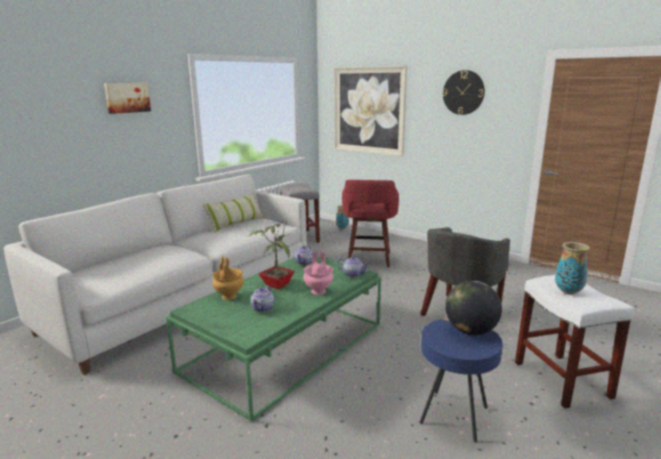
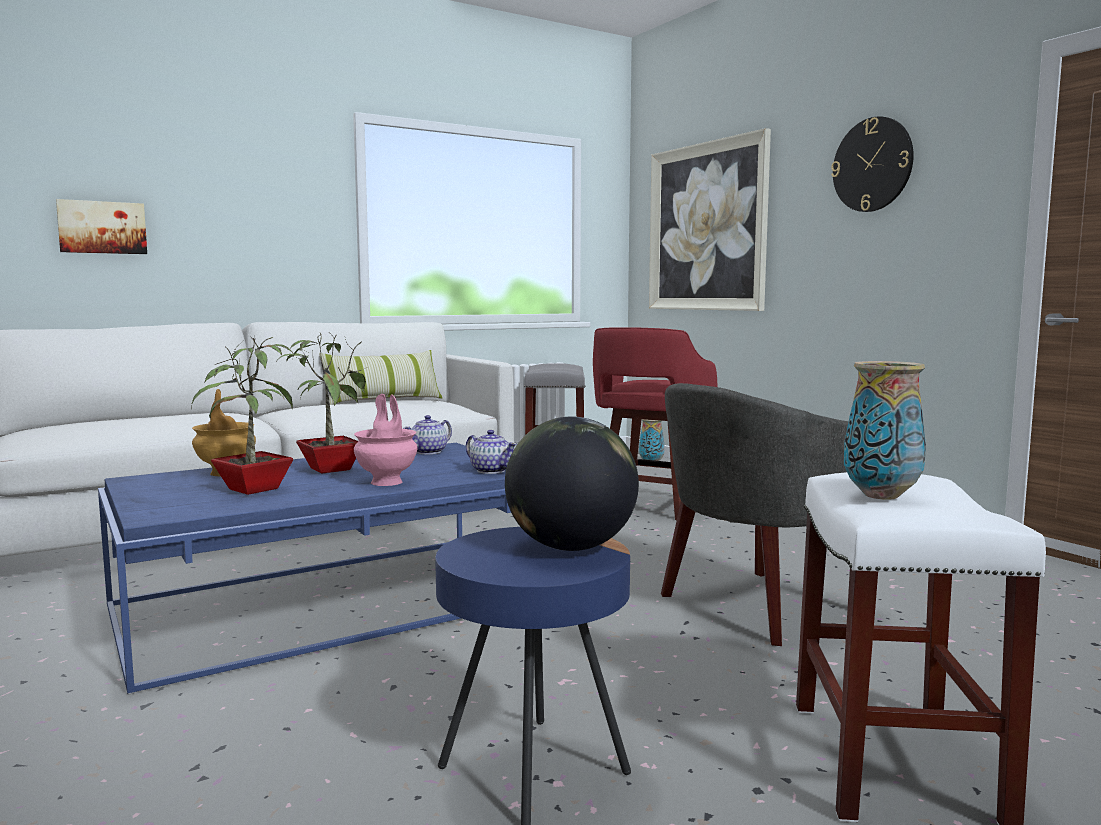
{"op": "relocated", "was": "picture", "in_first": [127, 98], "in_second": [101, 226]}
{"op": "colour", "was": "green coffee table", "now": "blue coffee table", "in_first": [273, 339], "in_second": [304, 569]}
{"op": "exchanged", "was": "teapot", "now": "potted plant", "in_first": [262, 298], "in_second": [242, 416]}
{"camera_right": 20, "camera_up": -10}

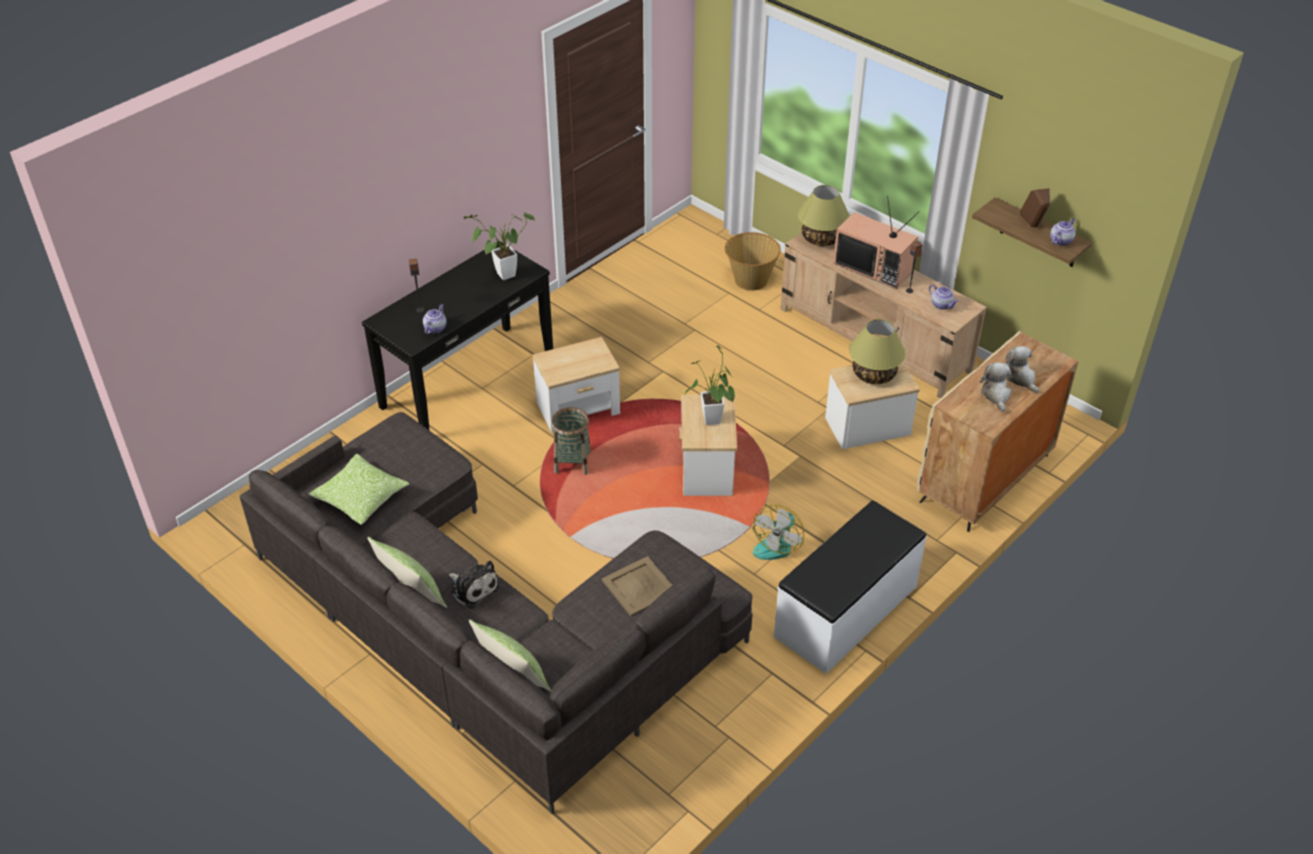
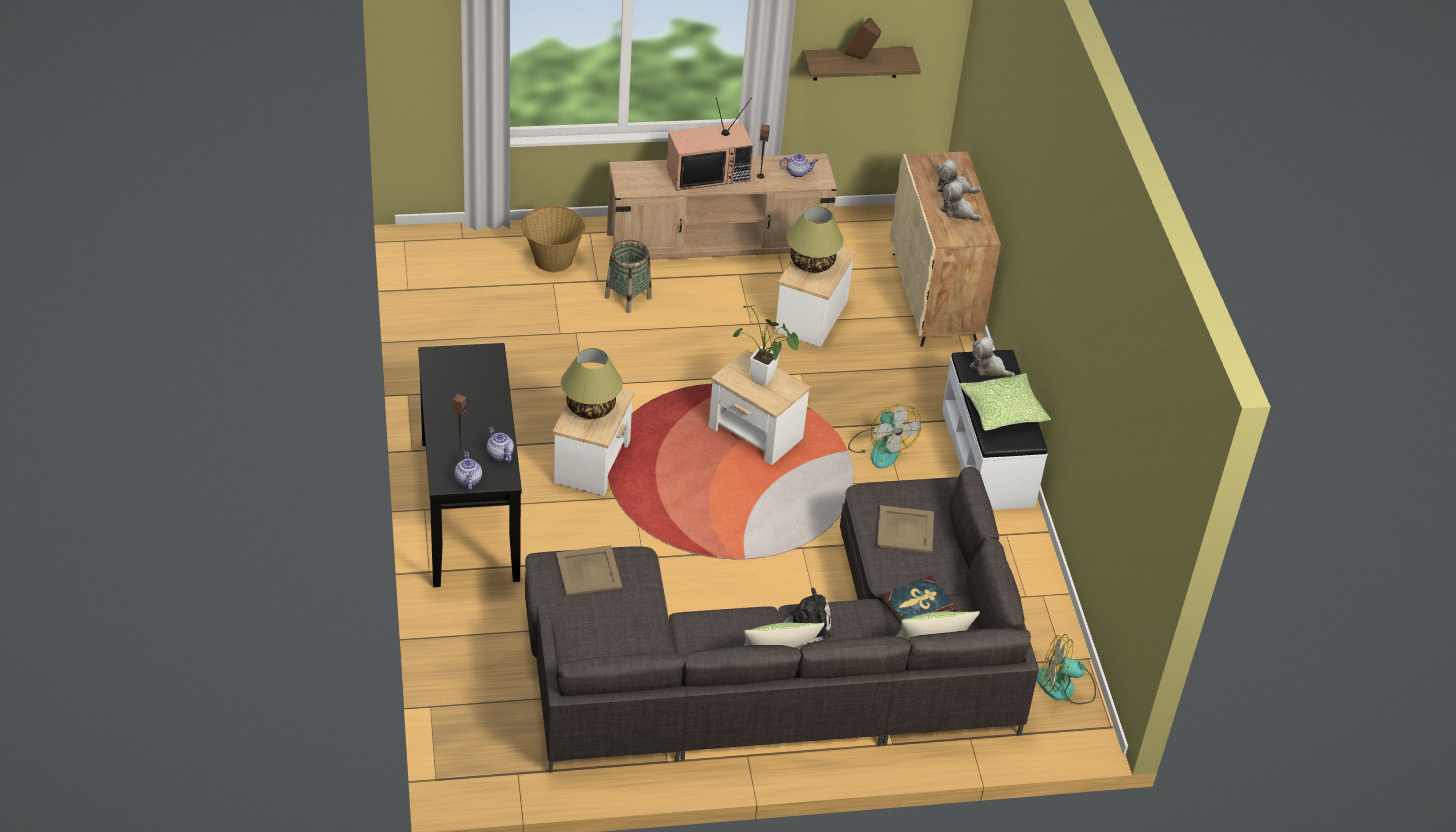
{"op": "relocated", "was": "table lamp", "in_first": [824, 215], "in_second": [592, 383]}
{"op": "missing", "was": "potted plant", "in_first": [499, 246]}
{"op": "relocated", "was": "teapot", "in_first": [1062, 232], "in_second": [468, 470]}
{"op": "relocated", "was": "basket", "in_first": [571, 441], "in_second": [628, 276]}
{"op": "relocated", "was": "pillow", "in_first": [359, 489], "in_second": [1005, 402]}
{"op": "appeared", "now": "plush toy", "in_second": [992, 357]}
{"op": "appeared", "now": "beige tray", "in_second": [589, 570]}
{"op": "appeared", "now": "book", "in_second": [919, 599]}
{"op": "appeared", "now": "fan", "in_second": [1066, 669]}
{"camera_right": -55, "camera_up": 0}

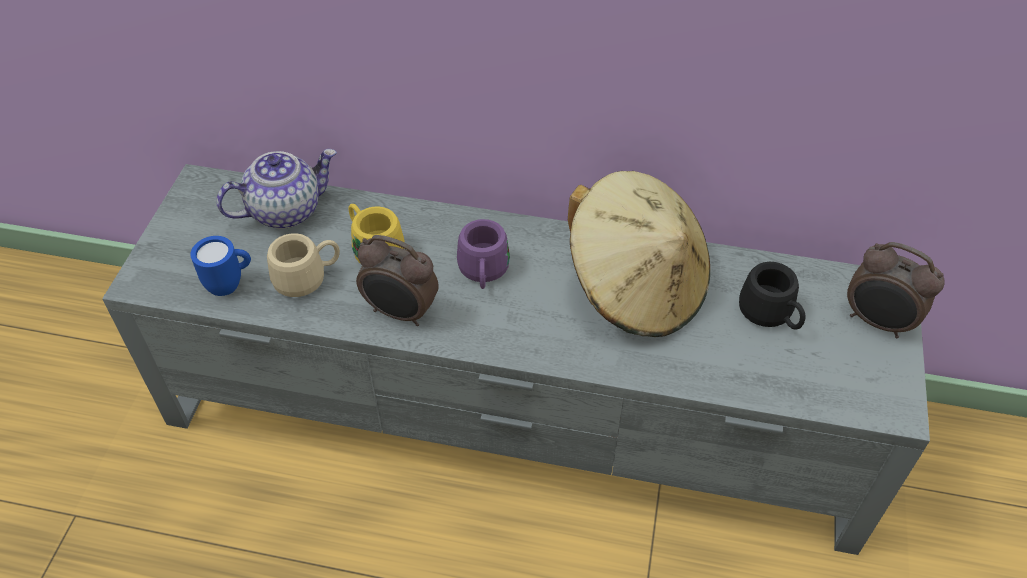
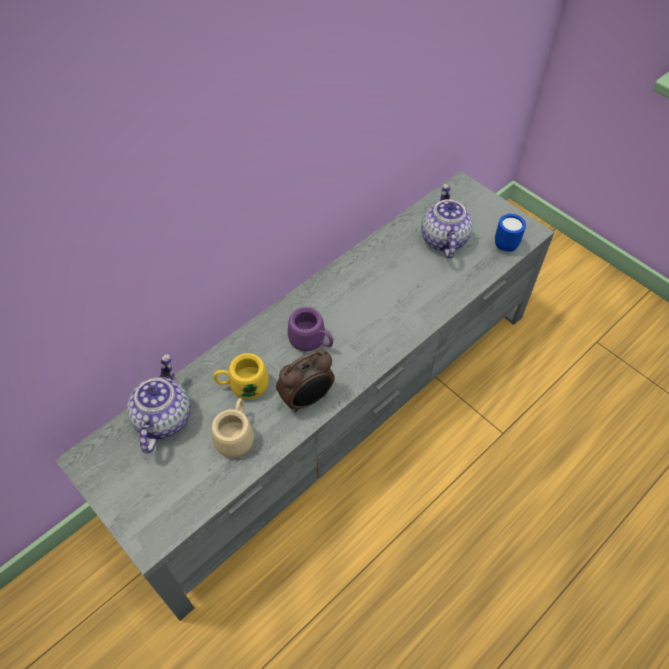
{"op": "missing", "was": "beige hat", "in_first": [639, 254]}
{"op": "relocated", "was": "blue mug", "in_first": [220, 266], "in_second": [510, 233]}
{"op": "missing", "was": "alarm clock", "in_first": [895, 290]}
{"op": "exchanged", "was": "black mug", "now": "teapot", "in_first": [772, 295], "in_second": [447, 221]}
{"camera_right": -55, "camera_up": 5}

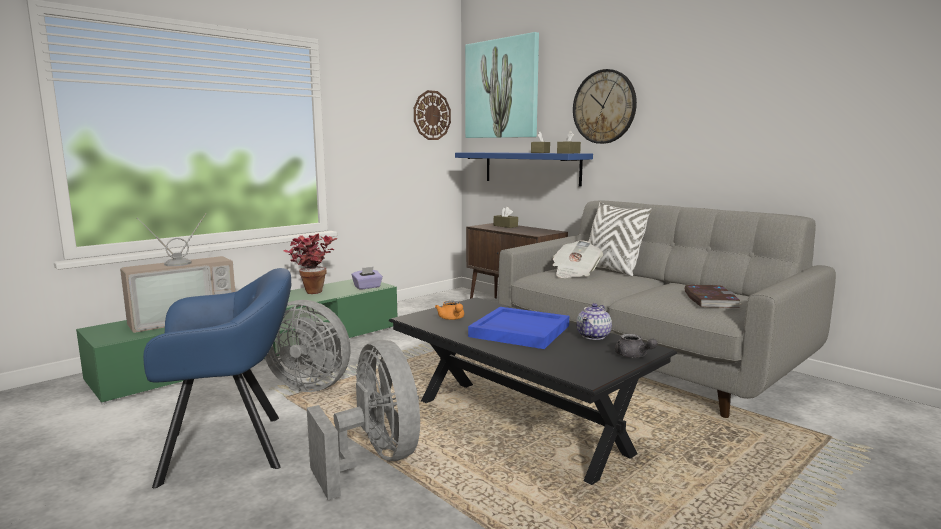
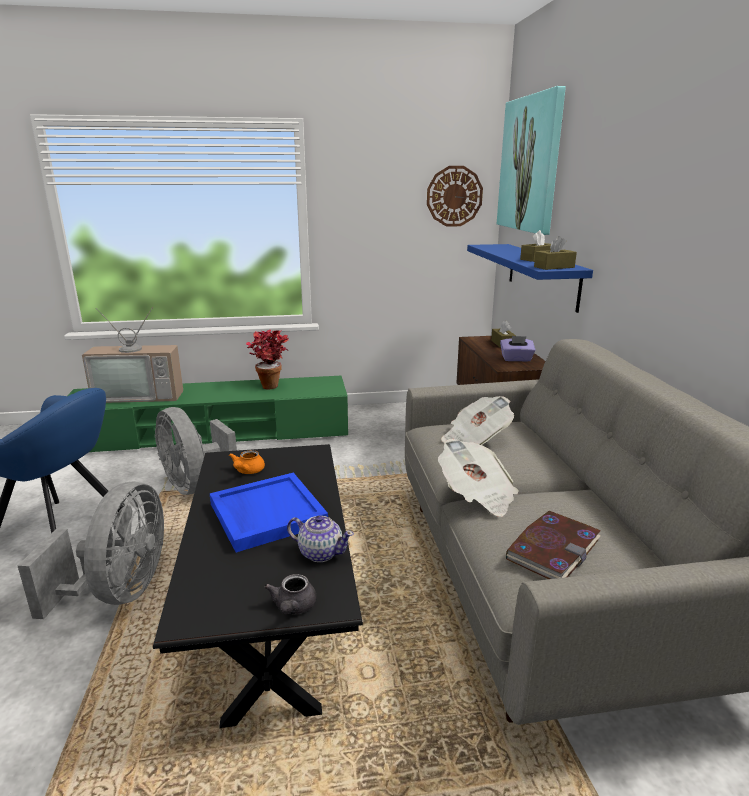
{"op": "missing", "was": "wall clock", "in_first": [605, 106]}
{"op": "missing", "was": "white pillow", "in_first": [620, 239]}
{"op": "relocated", "was": "purple tissue box", "in_first": [367, 278], "in_second": [518, 348]}
{"op": "spun", "was": "teapot", "in_first": [594, 321], "in_second": [320, 538], "clockwise": -135}
{"op": "appeared", "now": "newspaper", "in_second": [478, 478]}
{"camera_right": 35, "camera_up": 10}

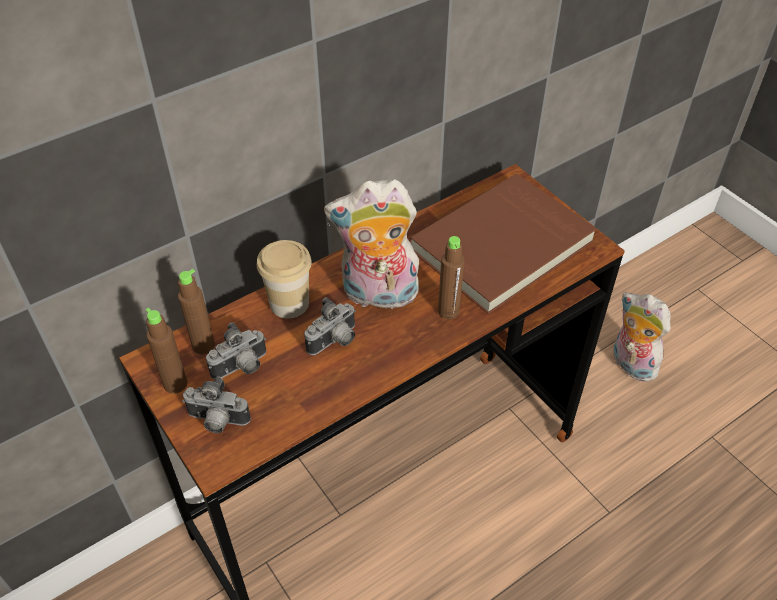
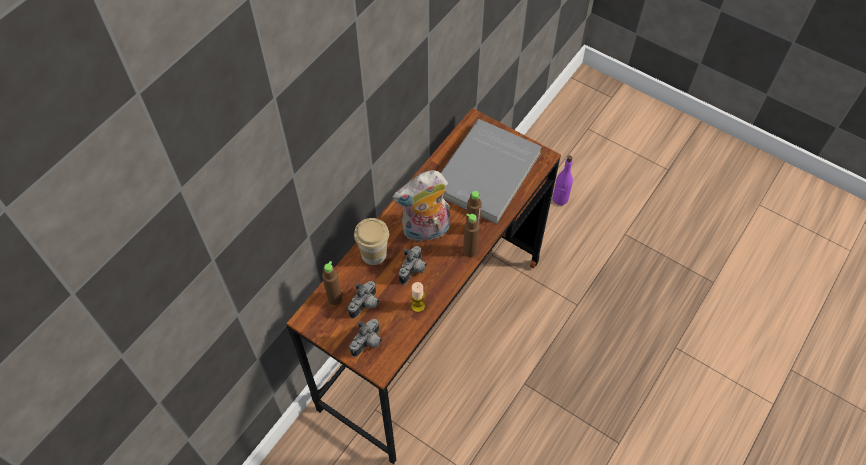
{"op": "colour", "was": "brown book", "now": "grey book", "in_first": [503, 244], "in_second": [491, 171]}
{"op": "exchanged", "was": "plush toy", "now": "purple bottle", "in_first": [642, 337], "in_second": [562, 180]}
{"op": "relocated", "was": "brown bottle", "in_first": [166, 351], "in_second": [471, 235]}
{"op": "spun", "was": "photo camera", "in_first": [216, 404], "in_second": [365, 338], "clockwise": -45}
{"op": "appeared", "now": "candle", "in_second": [417, 297]}
{"camera_right": -20, "camera_up": 10}

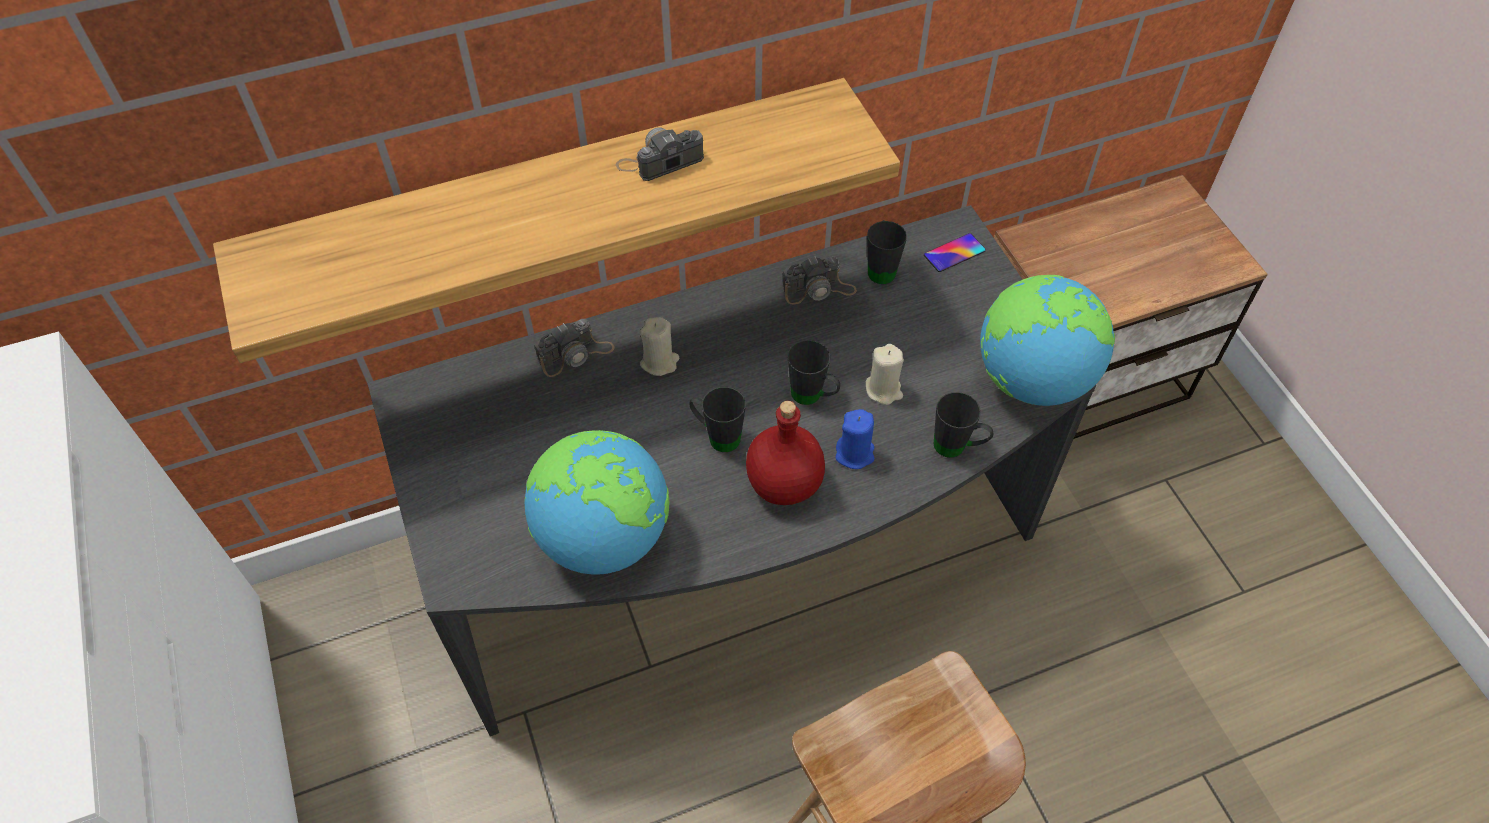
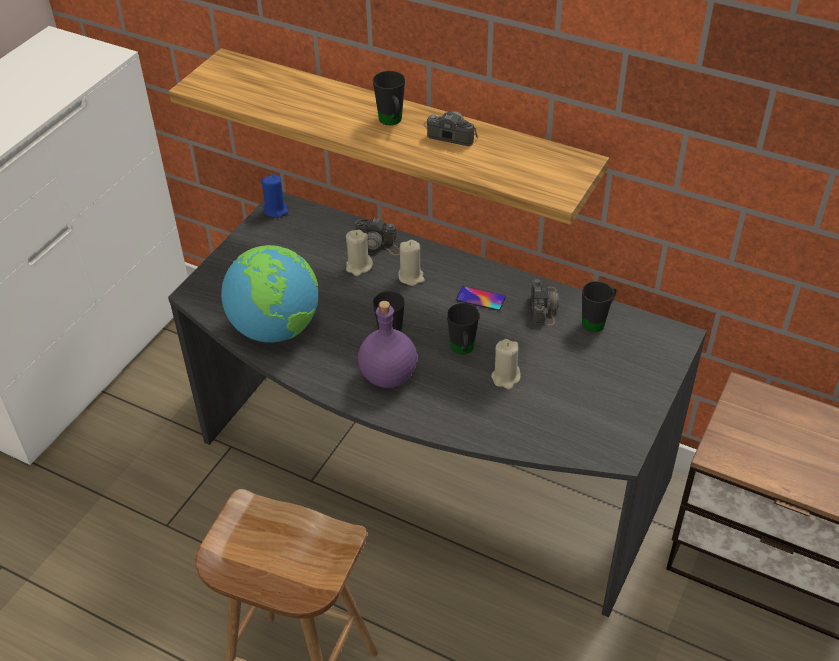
{"op": "relocated", "was": "phone", "in_first": [955, 252], "in_second": [481, 298]}
{"op": "spun", "was": "photo camera", "in_first": [820, 280], "in_second": [545, 302], "clockwise": -120}
{"op": "missing", "was": "globe", "in_first": [1047, 340]}
{"op": "relocated", "was": "black mug", "in_first": [964, 425], "in_second": [389, 98]}
{"op": "colour", "was": "red bottle", "now": "purple bottle", "in_first": [785, 453], "in_second": [387, 344]}
{"op": "relocated", "was": "blue candle", "in_first": [854, 439], "in_second": [275, 196]}
{"op": "appeared", "now": "beige candle", "in_second": [359, 253]}
{"camera_right": 50, "camera_up": -10}

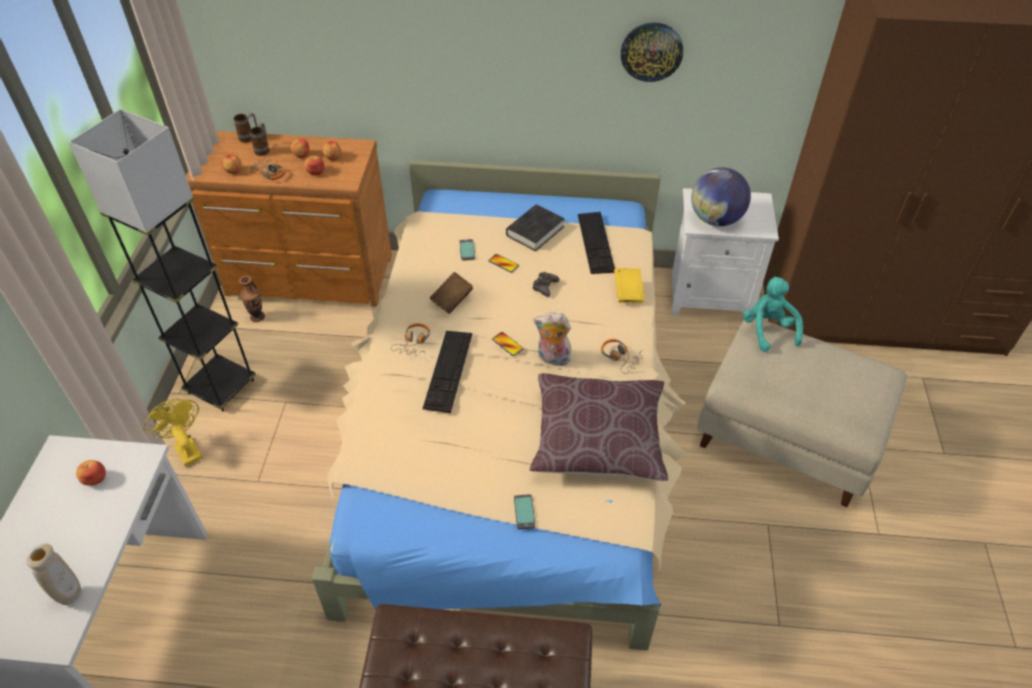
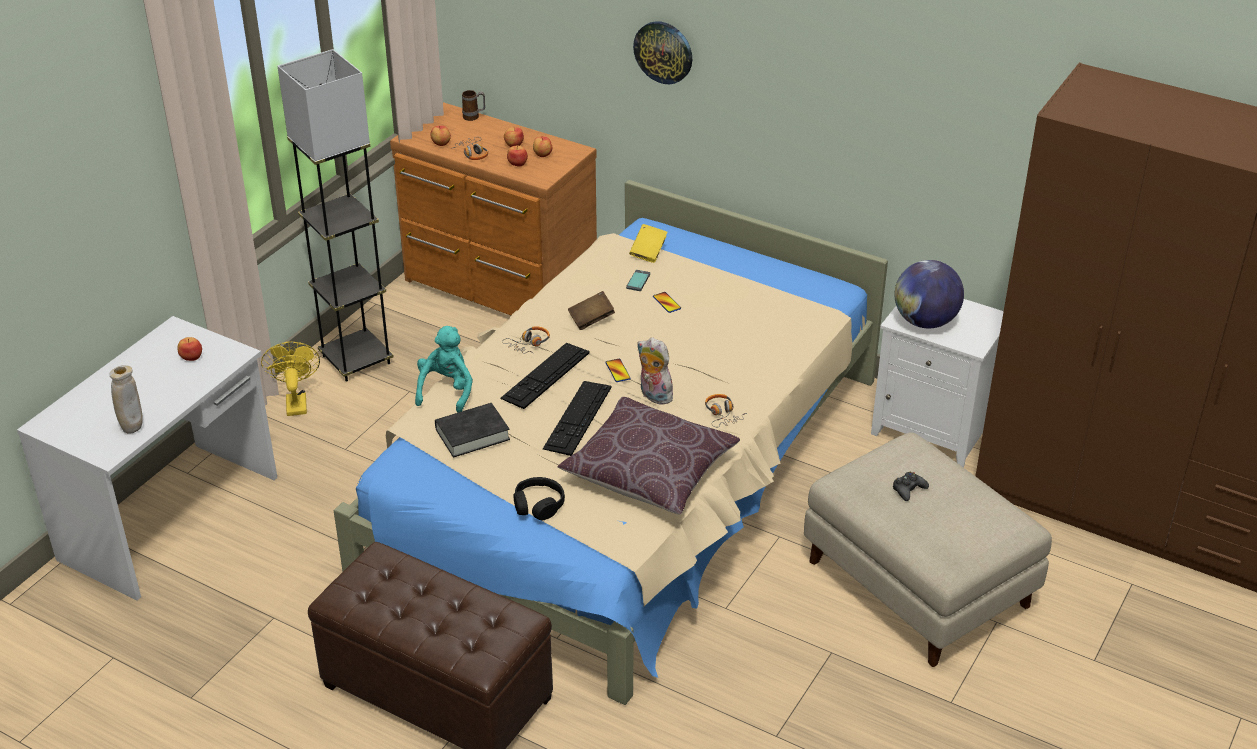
{"op": "relocated", "was": "wall clock", "in_first": [652, 52], "in_second": [662, 52]}
{"op": "missing", "was": "mug", "in_first": [260, 139]}
{"op": "relocated", "was": "black book", "in_first": [535, 228], "in_second": [472, 430]}
{"op": "relocated", "was": "keyboard", "in_first": [596, 243], "in_second": [577, 418]}
{"op": "relocated", "was": "yellow book", "in_first": [629, 285], "in_second": [648, 243]}
{"op": "relocated", "was": "black game controller", "in_first": [546, 284], "in_second": [911, 486]}
{"op": "missing", "was": "vase", "in_first": [252, 299]}
{"op": "relocated", "was": "turquoise plush toy", "in_first": [773, 314], "in_second": [444, 369]}
{"op": "exchanged", "was": "phone", "now": "black headphones", "in_first": [524, 512], "in_second": [539, 498]}
{"camera_right": 25, "camera_up": -10}

